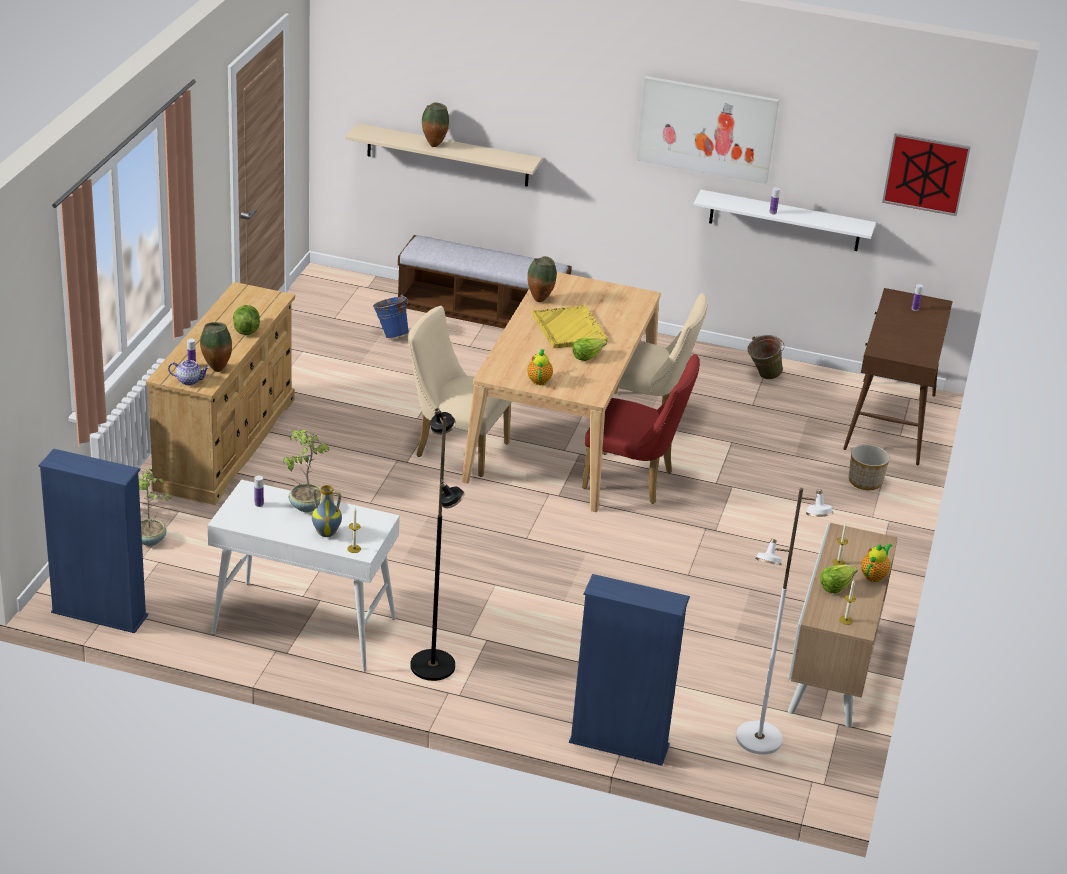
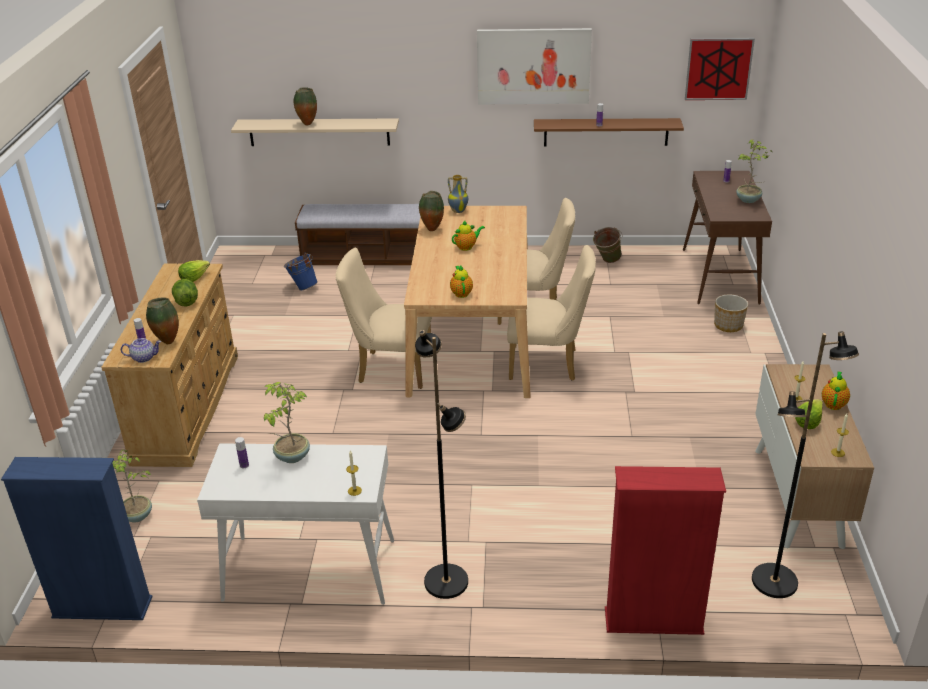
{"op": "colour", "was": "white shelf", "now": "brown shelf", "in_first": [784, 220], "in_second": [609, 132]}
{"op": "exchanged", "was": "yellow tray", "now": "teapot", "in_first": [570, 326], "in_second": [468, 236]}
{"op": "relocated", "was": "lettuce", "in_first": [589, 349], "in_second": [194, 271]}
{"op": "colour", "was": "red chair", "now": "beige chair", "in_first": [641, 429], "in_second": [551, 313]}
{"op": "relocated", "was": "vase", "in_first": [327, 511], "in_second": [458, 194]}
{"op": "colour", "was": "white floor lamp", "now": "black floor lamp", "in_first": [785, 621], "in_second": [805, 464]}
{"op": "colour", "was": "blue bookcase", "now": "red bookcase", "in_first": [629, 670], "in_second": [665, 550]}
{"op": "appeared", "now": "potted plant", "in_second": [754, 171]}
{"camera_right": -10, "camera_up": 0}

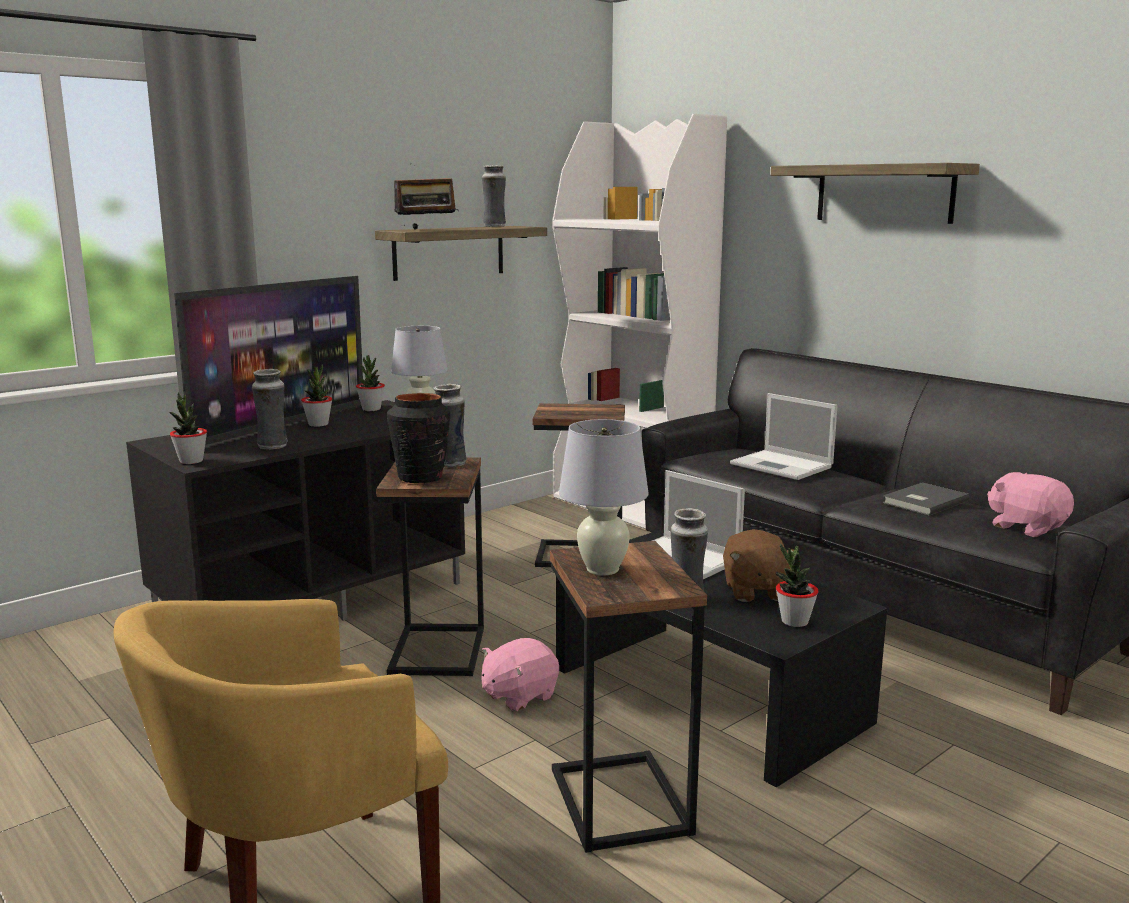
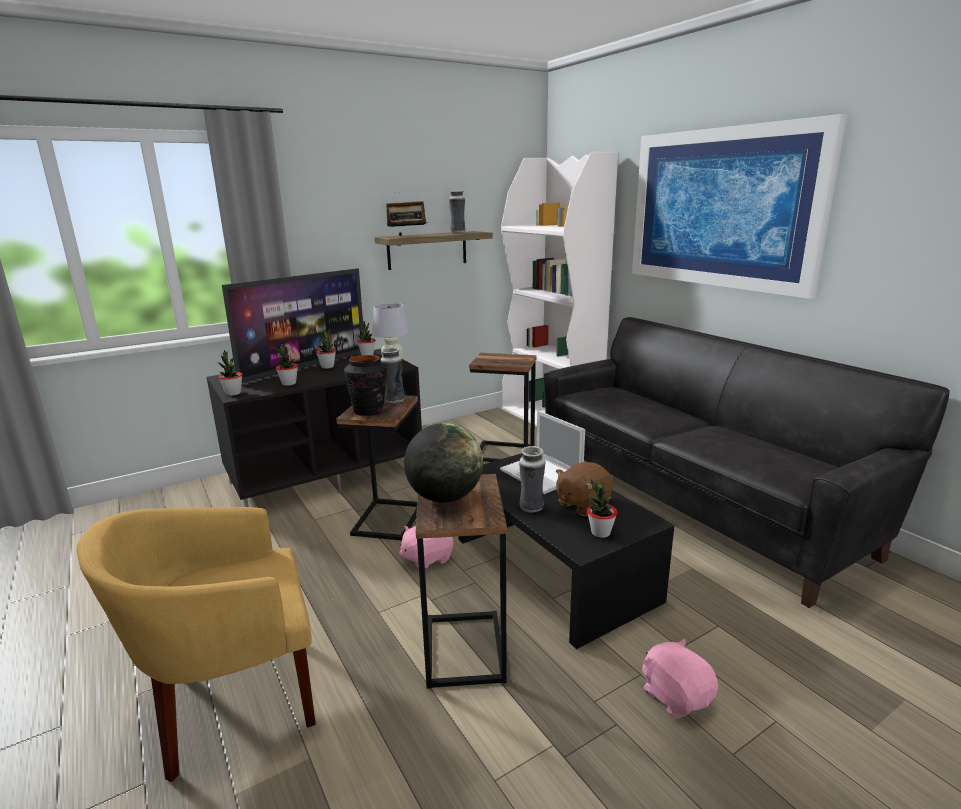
{"op": "exchanged", "was": "shelf", "now": "picture", "in_first": [875, 193], "in_second": [739, 206]}
{"op": "exchanged", "was": "vase", "now": "potted plant", "in_first": [270, 409], "in_second": [286, 365]}
{"op": "missing", "was": "laptop", "in_first": [784, 436]}
{"op": "exchanged", "was": "white table lamp", "now": "globe", "in_first": [604, 497], "in_second": [443, 463]}
{"op": "relocated", "was": "pink plush toy", "in_first": [1030, 504], "in_second": [680, 678]}
{"op": "missing", "was": "grey book", "in_first": [926, 499]}
{"op": "spun", "was": "brown plush toy", "in_first": [761, 565], "in_second": [585, 489], "clockwise": 45}
{"camera_right": 10, "camera_up": 5}

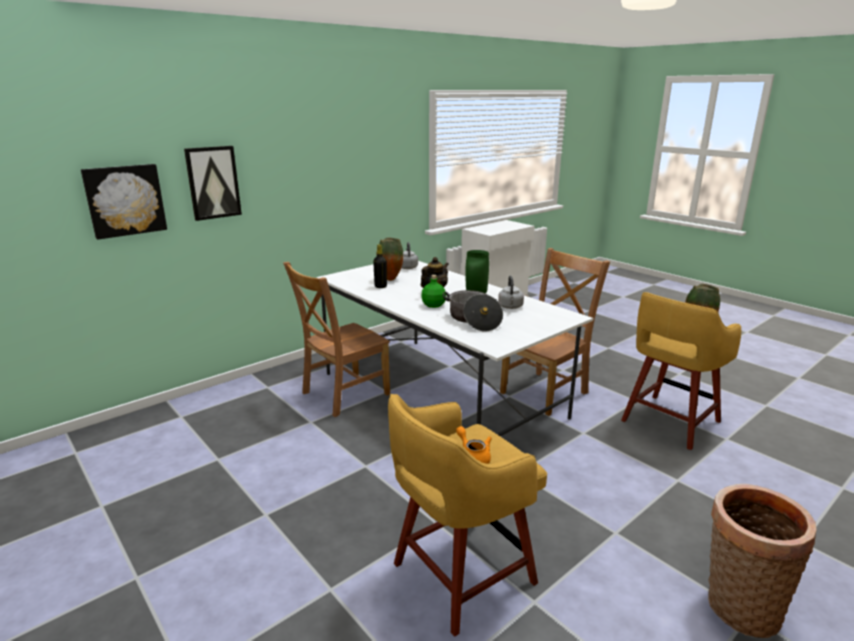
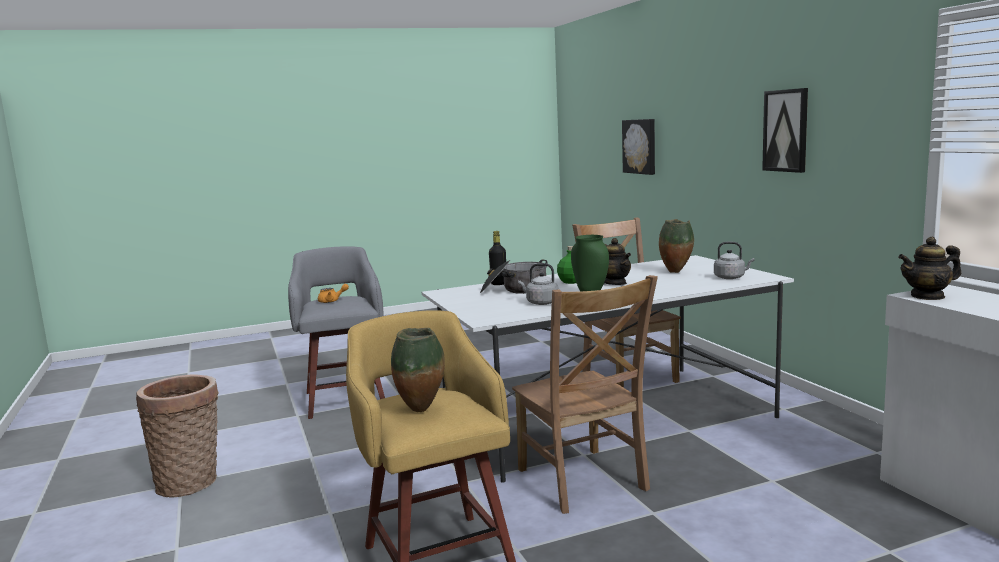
{"op": "relocated", "was": "picture", "in_first": [213, 183], "in_second": [785, 130]}
{"op": "relocated", "was": "black bottle", "in_first": [380, 266], "in_second": [497, 258]}
{"op": "colour", "was": "yellow stool", "now": "grey stool", "in_first": [467, 515], "in_second": [336, 332]}
{"op": "appeared", "now": "teapot", "in_second": [929, 268]}
{"camera_right": 110, "camera_up": -10}

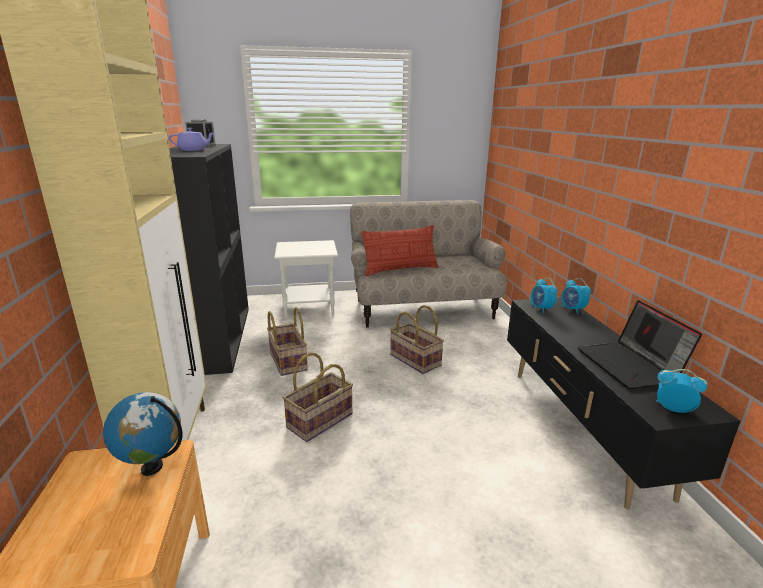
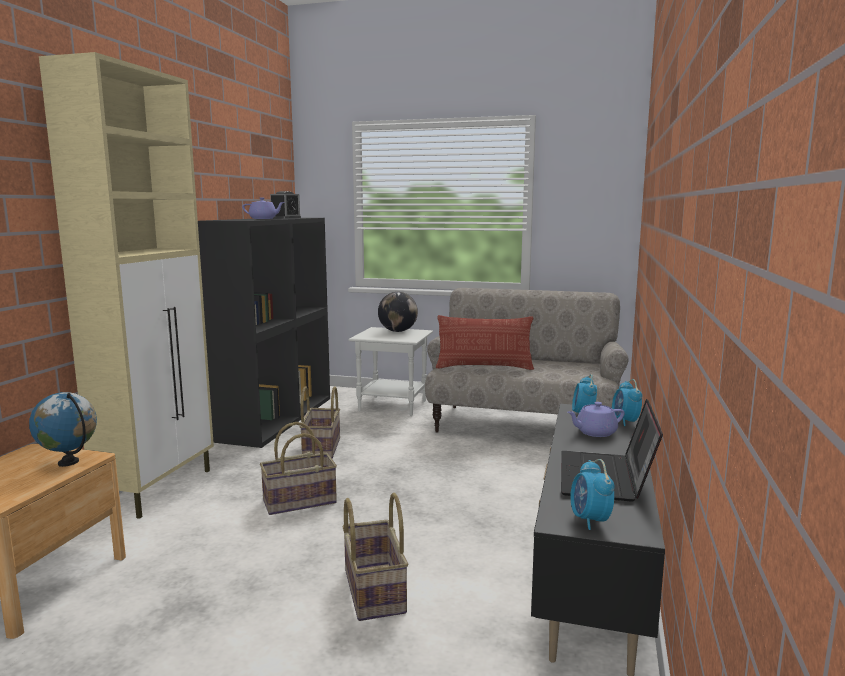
{"op": "relocated", "was": "basket", "in_first": [417, 339], "in_second": [375, 557]}
{"op": "spun", "was": "alarm clock", "in_first": [681, 391], "in_second": [592, 494], "clockwise": -150}
{"op": "appeared", "now": "globe", "in_second": [398, 312]}
{"op": "appeared", "now": "purple teapot", "in_second": [595, 419]}
{"camera_right": 25, "camera_up": -10}

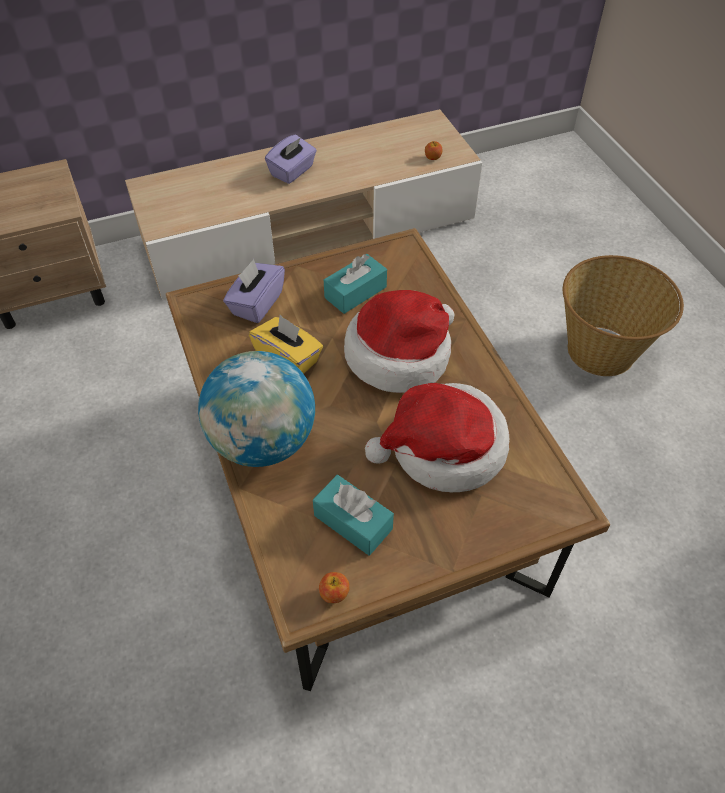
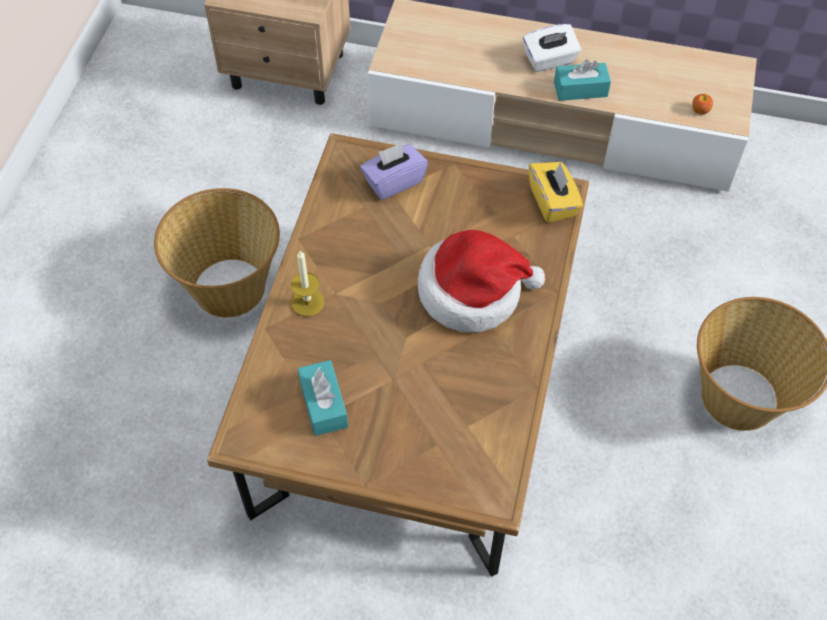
{"op": "colour", "was": "purple tissue box", "now": "white tissue box", "in_first": [291, 159], "in_second": [552, 48]}
{"op": "relocated", "was": "turquoise tissue box", "in_first": [355, 284], "in_second": [582, 80]}
{"op": "relocated", "was": "yellow tissue box", "in_first": [286, 344], "in_second": [556, 192]}
{"op": "exchanged", "was": "globe", "now": "candle", "in_first": [256, 409], "in_second": [307, 284]}
{"op": "missing", "was": "hat", "in_first": [437, 437]}
{"op": "missing", "was": "apple", "in_first": [334, 587]}
{"op": "appeared", "now": "basket", "in_second": [217, 253]}
{"camera_right": 35, "camera_up": 5}

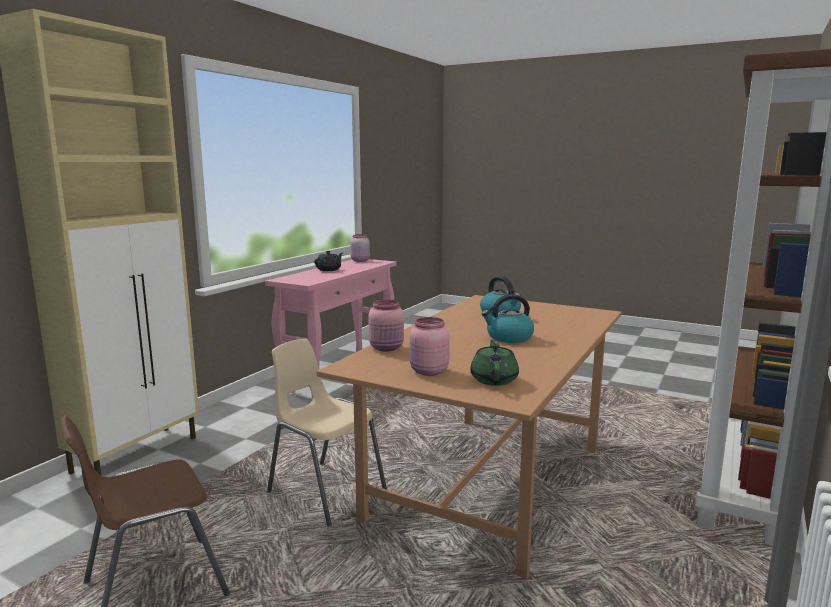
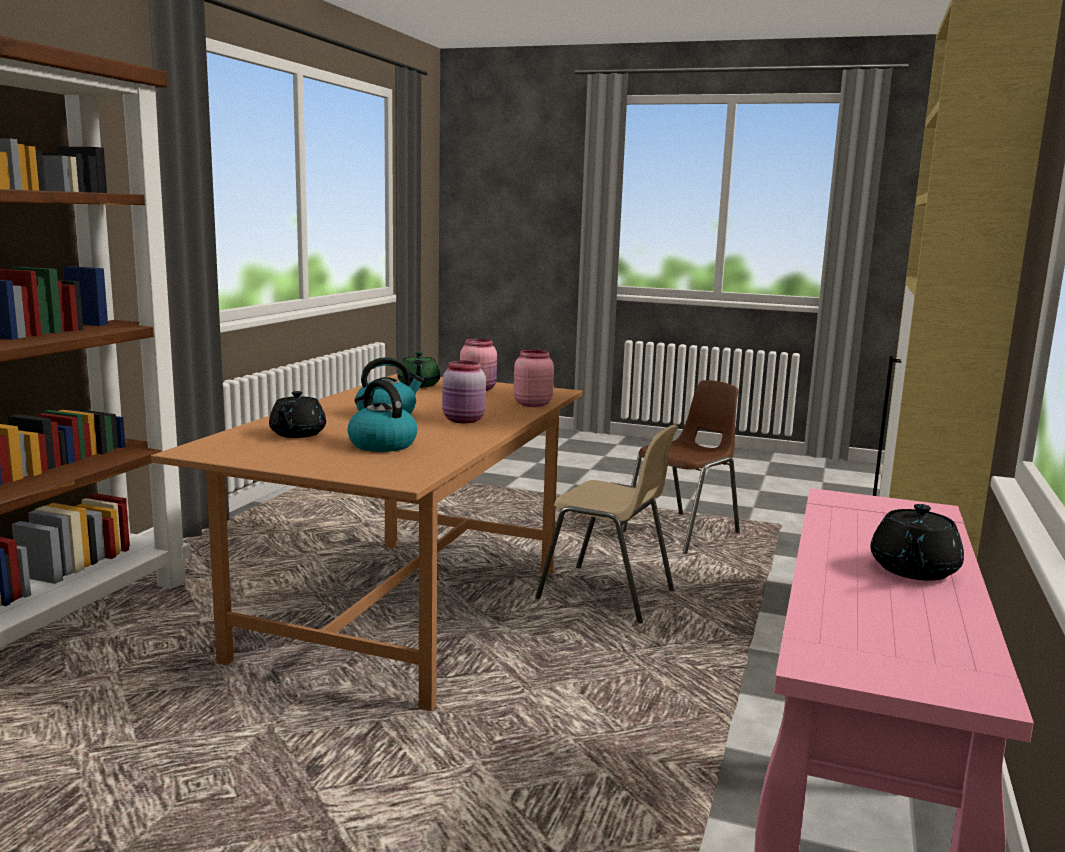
{"op": "relocated", "was": "pink jar", "in_first": [360, 248], "in_second": [464, 392]}
{"op": "appeared", "now": "black teapot", "in_second": [297, 414]}
{"camera_right": 170, "camera_up": 0}

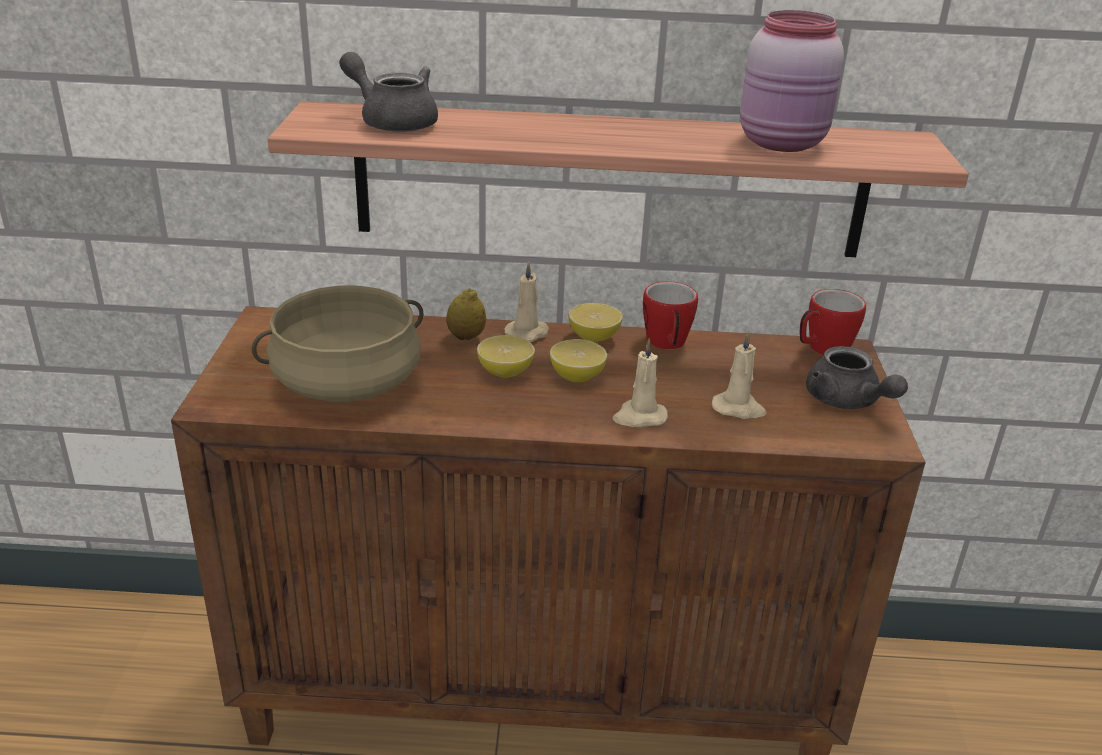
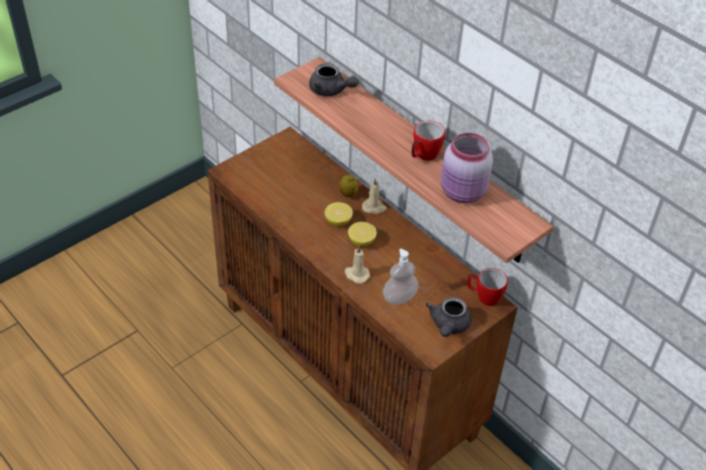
{"op": "spun", "was": "grey teapot", "in_first": [388, 92], "in_second": [334, 79], "clockwise": 135}
{"op": "relocated", "was": "mug", "in_first": [670, 316], "in_second": [428, 141]}
{"op": "missing", "was": "beige cooking pot", "in_first": [338, 344]}
{"op": "missing", "was": "lemon", "in_first": [596, 322]}
{"op": "exchanged", "was": "beige candle", "now": "soap dispenser", "in_first": [739, 375], "in_second": [401, 277]}
{"camera_right": 45, "camera_up": 15}

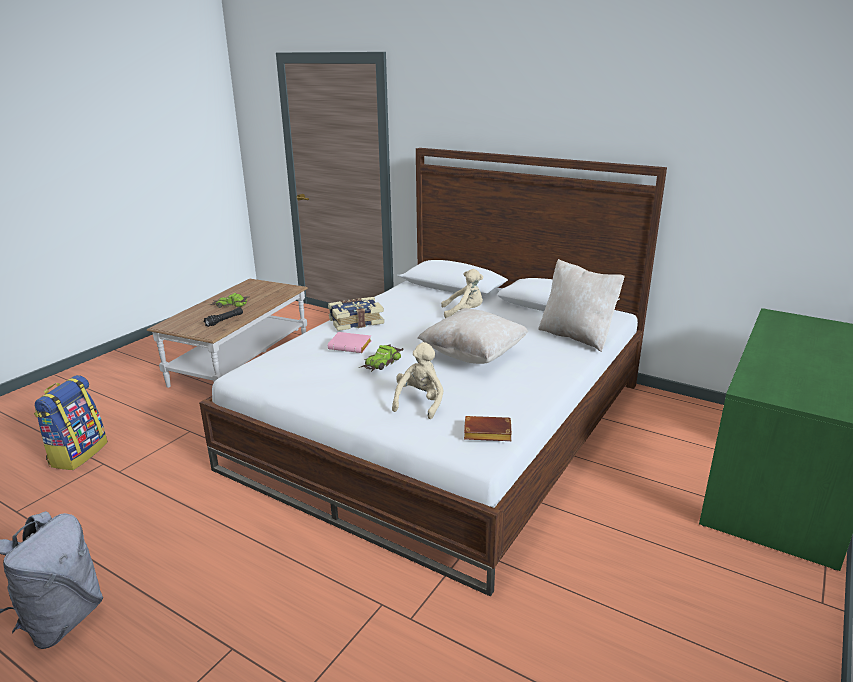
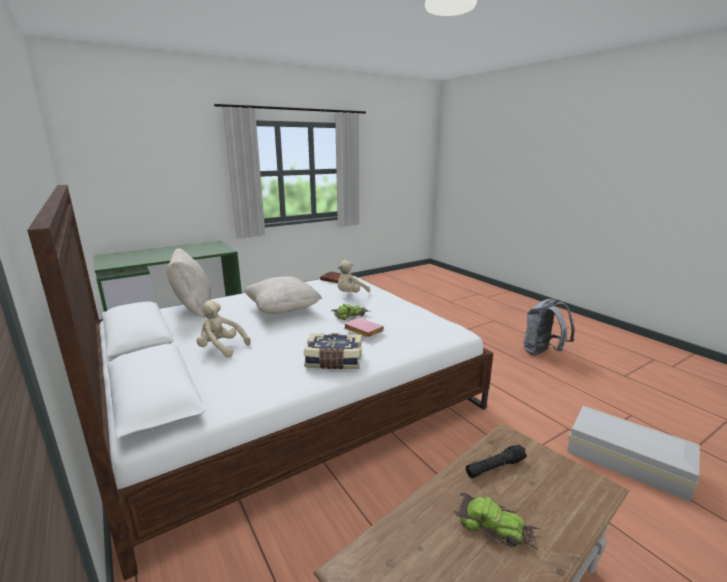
{"op": "exchanged", "was": "backpack", "now": "white storage box", "in_first": [71, 422], "in_second": [633, 454]}
{"camera_right": -155, "camera_up": -5}

